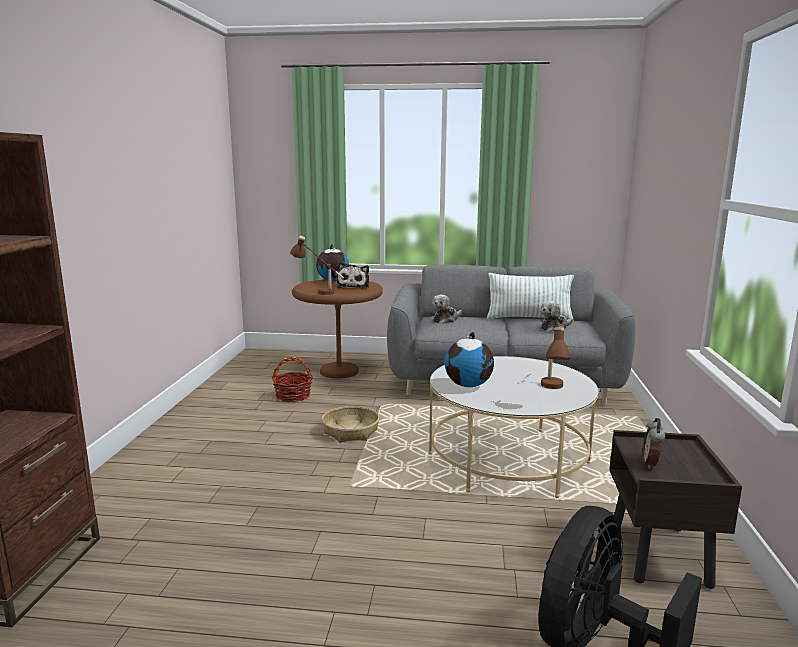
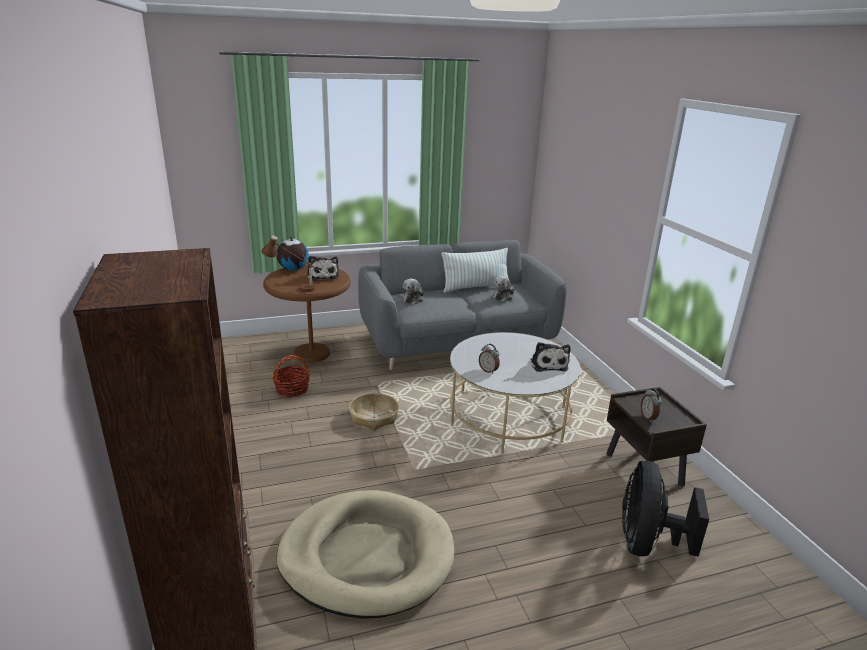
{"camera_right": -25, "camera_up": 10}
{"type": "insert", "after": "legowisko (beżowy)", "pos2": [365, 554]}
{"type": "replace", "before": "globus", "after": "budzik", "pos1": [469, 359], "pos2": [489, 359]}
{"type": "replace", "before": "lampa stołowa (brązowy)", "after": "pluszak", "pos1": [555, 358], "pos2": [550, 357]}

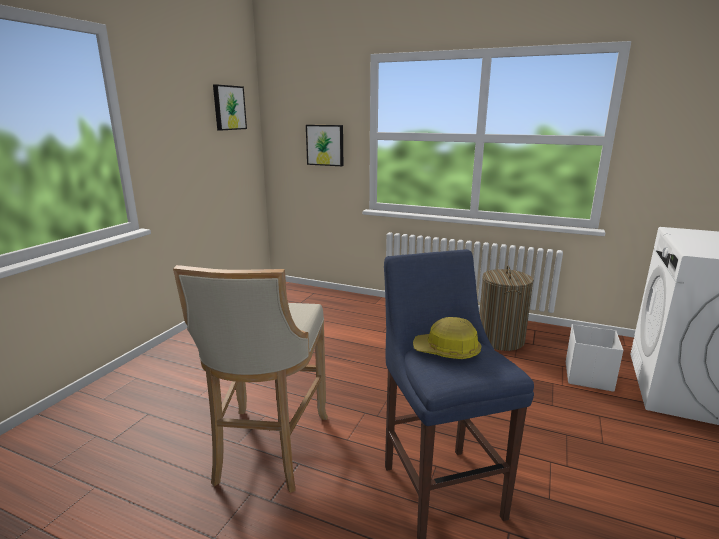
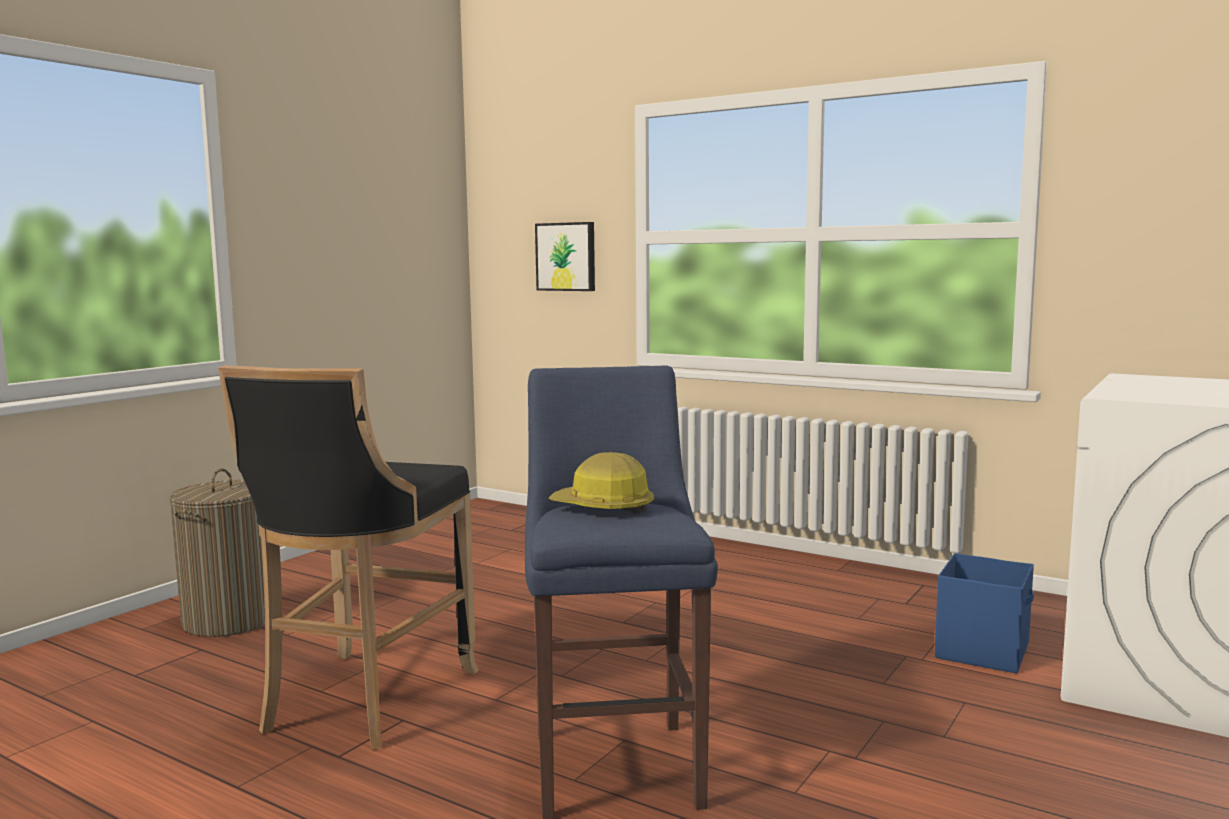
{"camera_right": 10, "camera_up": -10}
{"type": "move", "before": "kosz na pranie", "pos1": [506, 308], "pos2": [217, 552]}
{"type": "recolor", "before": "stołek (beżowy)", "after": "stołek (czarny)", "pos1": [250, 379], "pos2": [348, 557]}
{"type": "recolor", "before": "pojemnik do przechowywania (biały)", "after": "pojemnik do przechowywania (niebieski)", "pos1": [594, 358], "pos2": [984, 613]}
{"type": "delete", "before": "obraz", "pos1": [230, 107]}

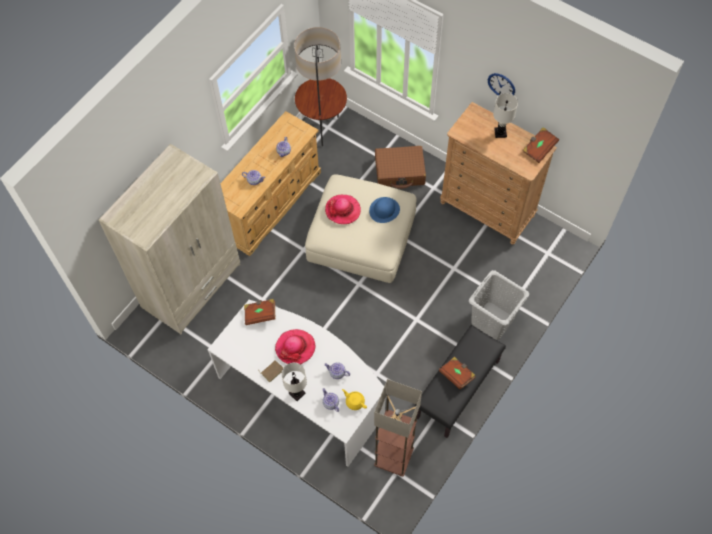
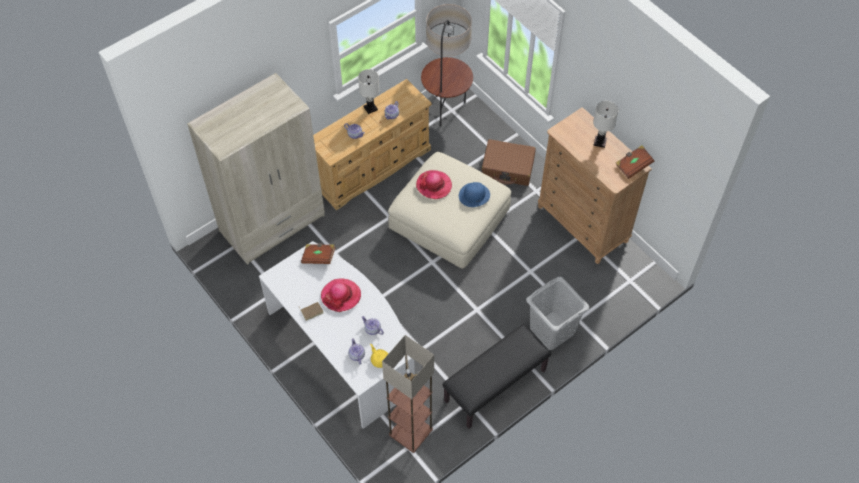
{"camera_right": 15, "camera_up": -5}
{"type": "move", "before": "lampa stołowa (biały)", "pos1": [294, 381], "pos2": [369, 91]}
{"type": "delete", "before": "książka (brązowy)", "pos1": [457, 373]}
{"type": "delete", "before": "zegar ścienny", "pos1": [501, 84]}

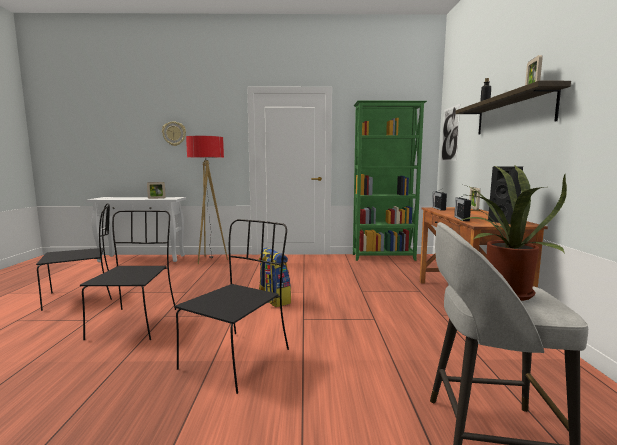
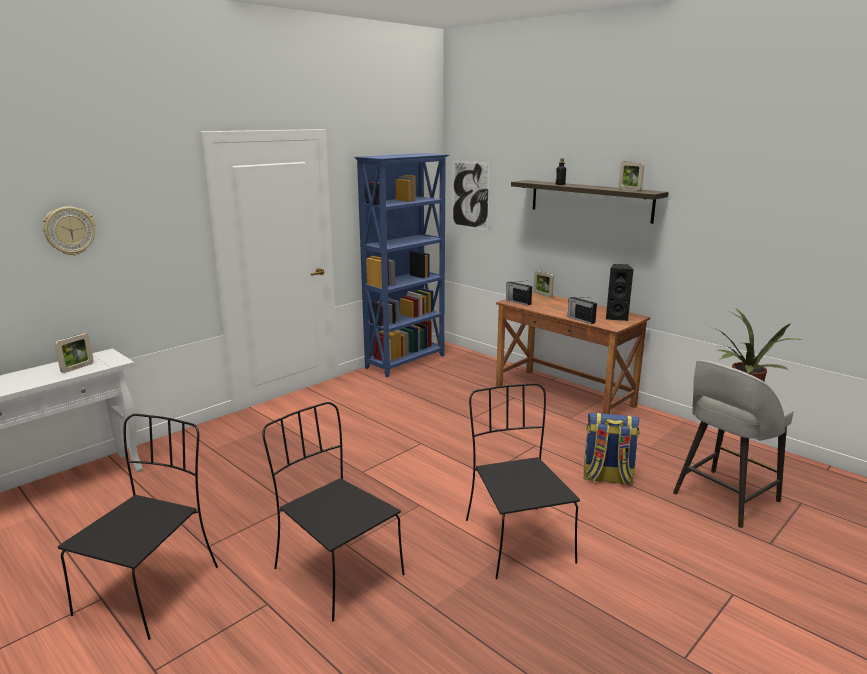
{"camera_right": -45, "camera_up": 10}
{"type": "recolor", "before": "regał (zielony)", "after": "regał (niebieski)", "pos1": [390, 181], "pos2": [401, 265]}
{"type": "move", "before": "plecak", "pos1": [275, 277], "pos2": [611, 449]}
{"type": "delete", "before": "lampa stojąca", "pos1": [207, 200]}

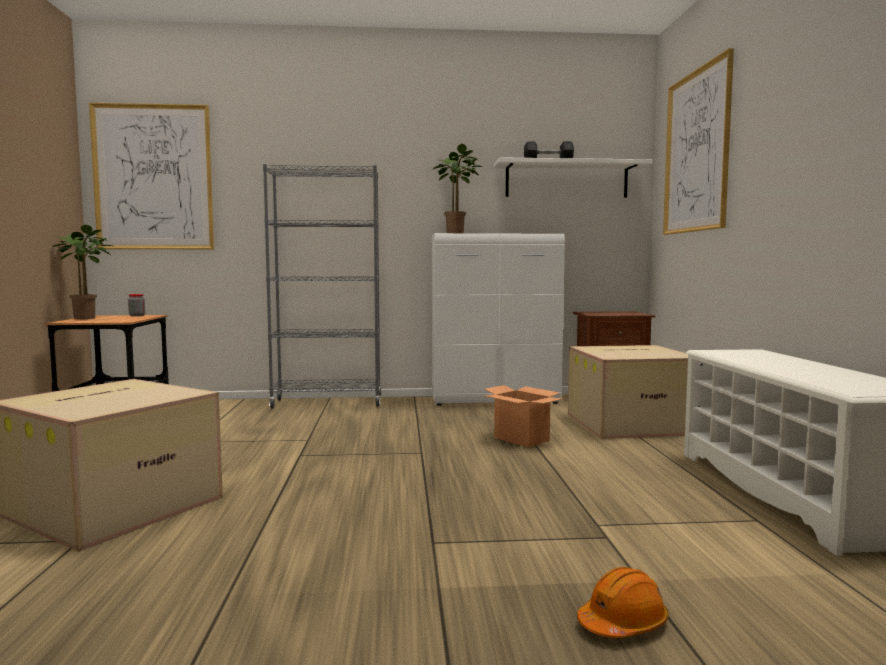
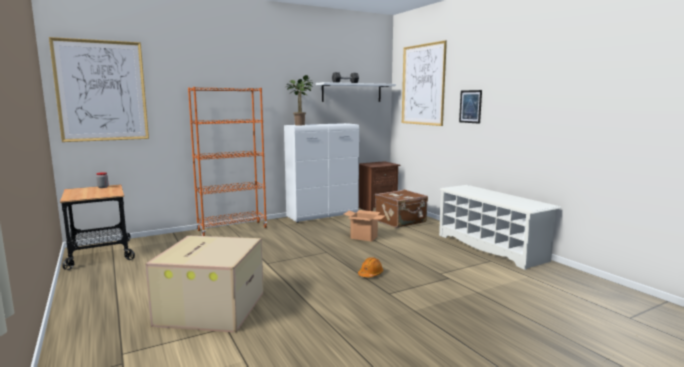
{"camera_right": -25, "camera_up": 5}
{"type": "recolor", "before": "regał (szary)", "after": "regał (pomarańczowy)", "pos1": [322, 286], "pos2": [227, 161]}
{"type": "move", "before": "kask (pomarańczowy)", "pos1": [623, 602], "pos2": [371, 267]}
{"type": "replace", "before": "karton", "after": "walizka (brązowy)", "pos1": [628, 392], "pos2": [401, 208]}
{"type": "insert", "after": "obraz", "pos2": [470, 107]}
{"type": "delete", "before": "roślina doniczkowa", "pos1": [82, 272]}

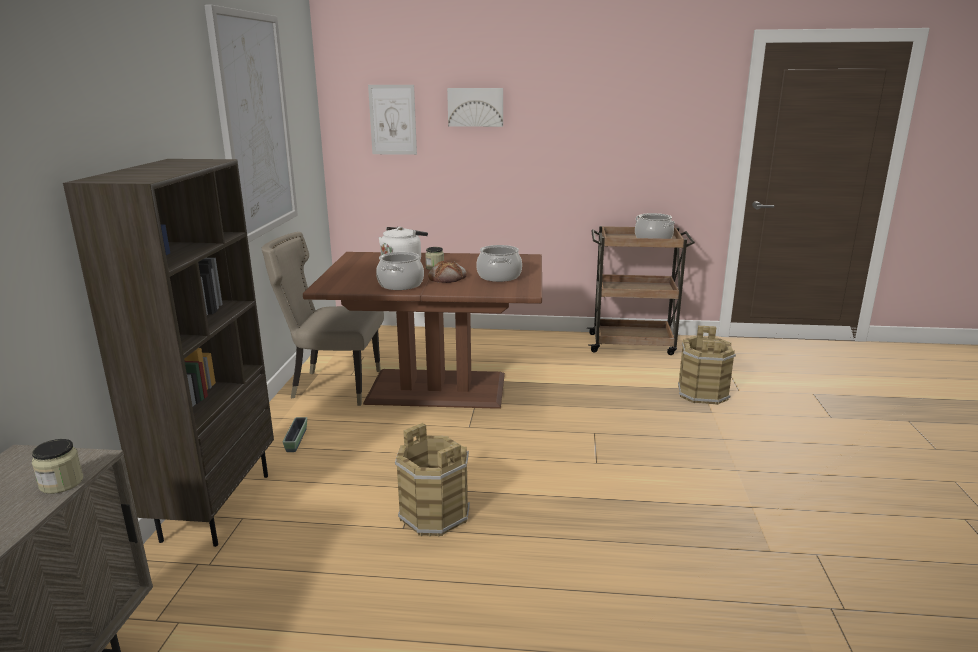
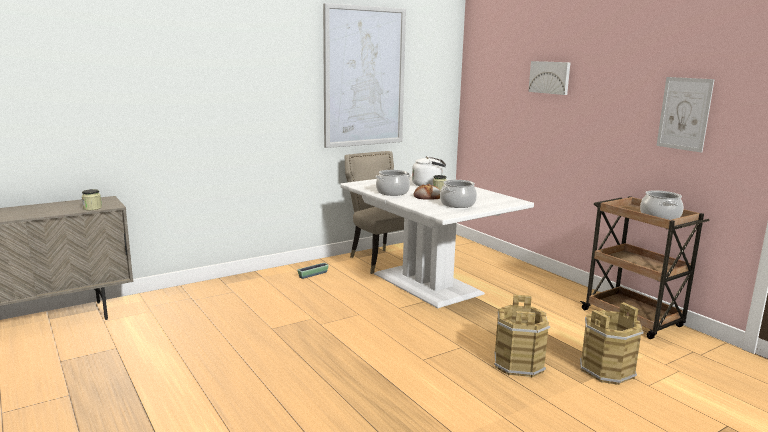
{"camera_right": 50, "camera_up": -5}
{"type": "recolor", "before": "stół jadalny (brązowy)", "after": "stół jadalny (biały)", "pos1": [422, 330], "pos2": [437, 241]}
{"type": "move", "before": "wiadro (brązowy)", "pos1": [432, 480], "pos2": [522, 336]}
{"type": "move", "before": "obraz", "pos1": [392, 120], "pos2": [686, 115]}
{"type": "delete", "before": "regał (brązowy)", "pos1": [168, 353]}

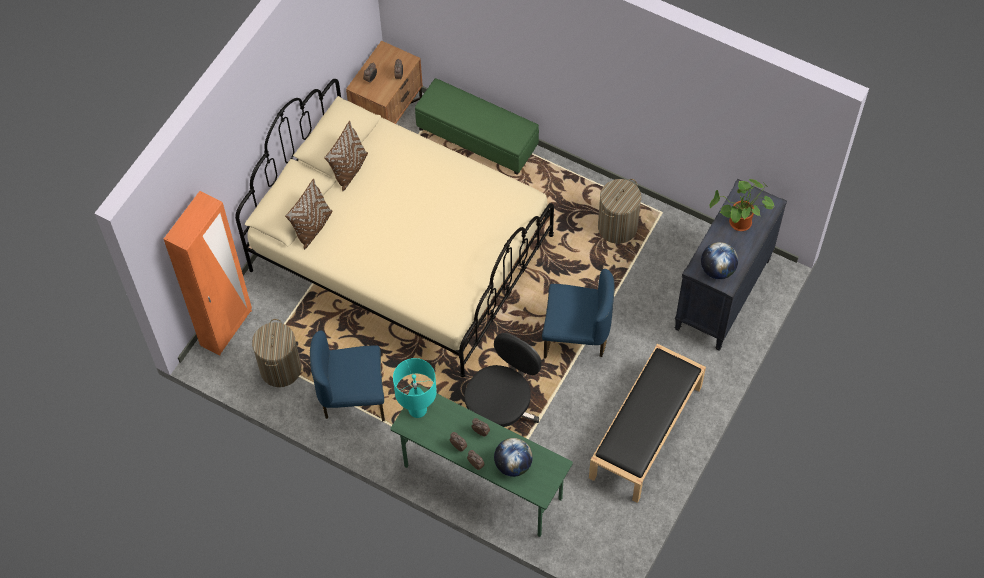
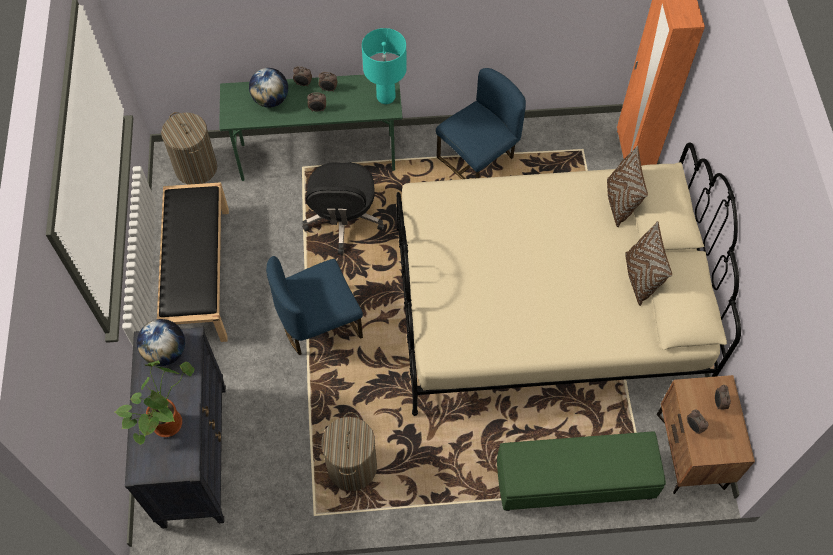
{"camera_right": 145, "camera_up": 0}
{"type": "move", "before": "kosz na pranie", "pos1": [276, 353], "pos2": [189, 148]}

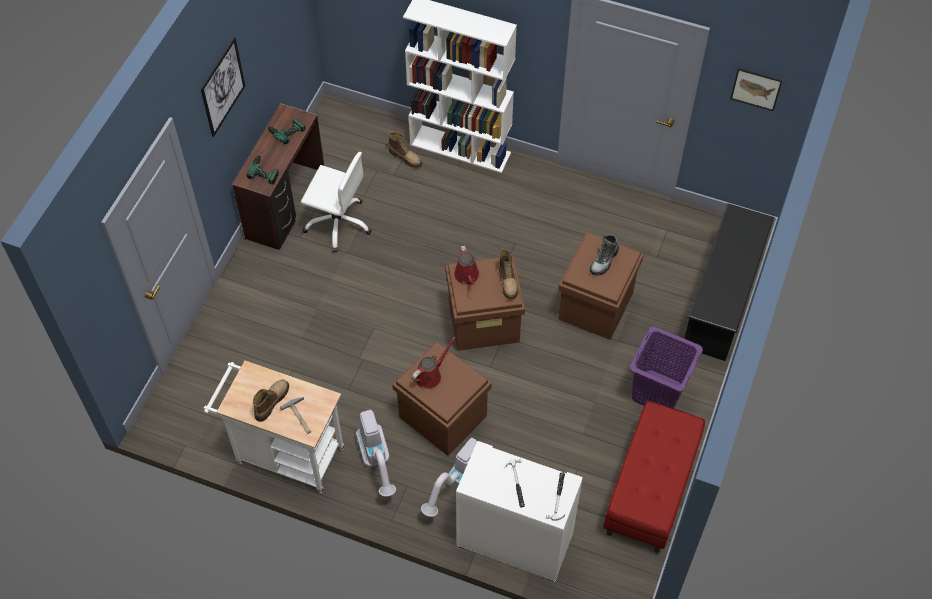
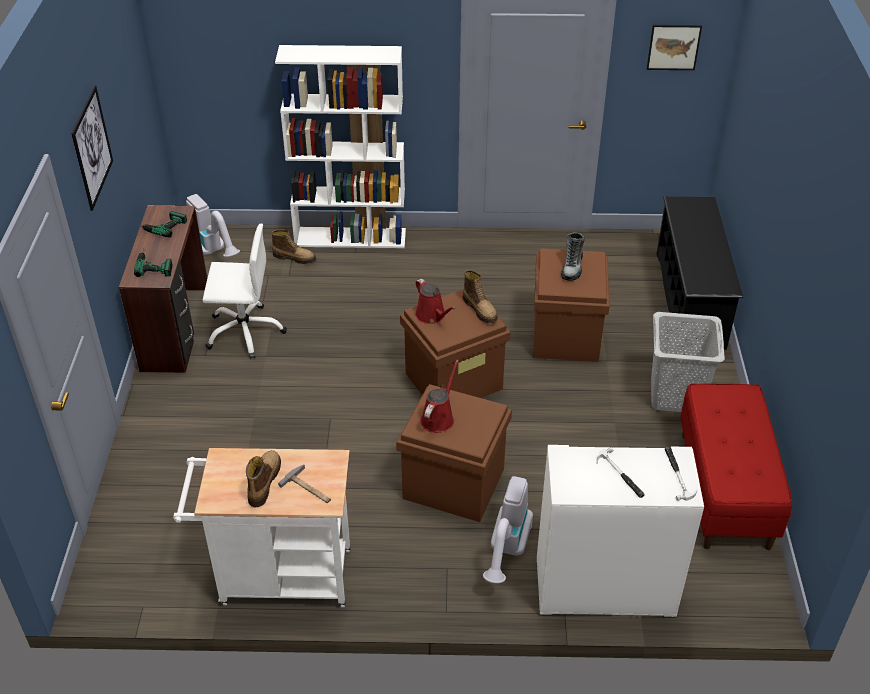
{"camera_right": -20, "camera_up": -15}
{"type": "move", "before": "odkurzacz", "pos1": [376, 453], "pos2": [213, 225]}
{"type": "recolor", "before": "kosz na pranie (fioletowy)", "after": "kosz na pranie (szary)", "pos1": [666, 367], "pos2": [688, 362]}

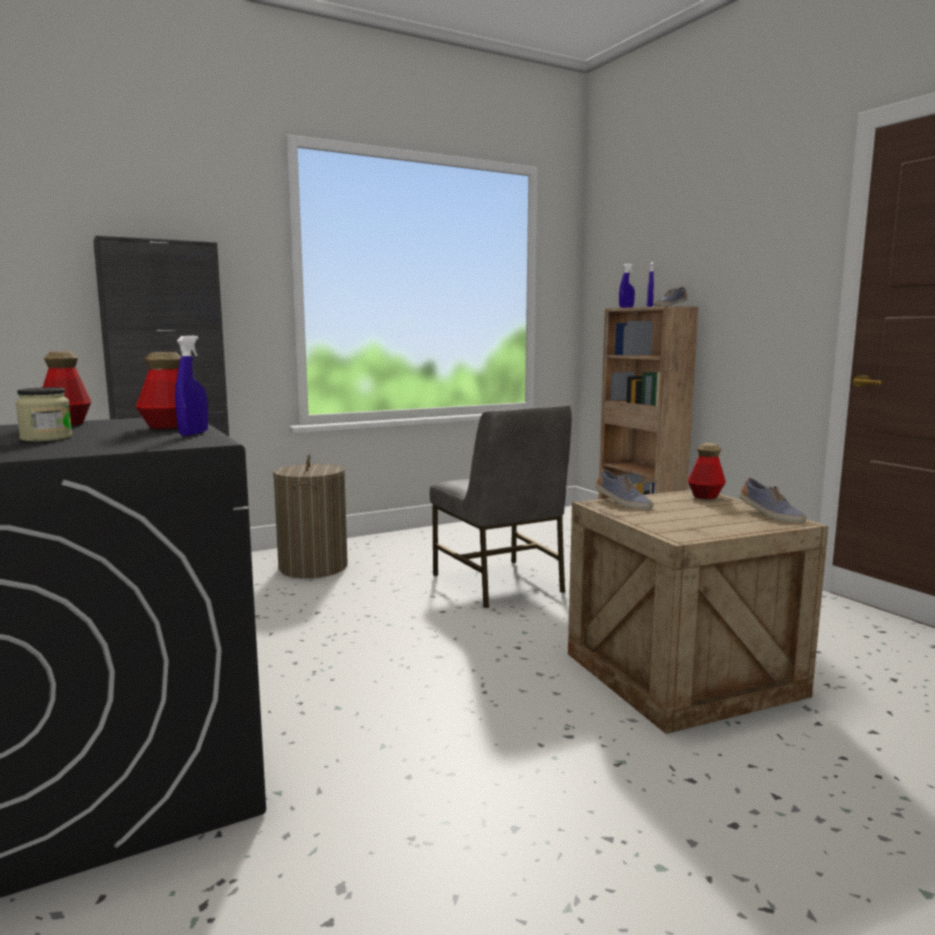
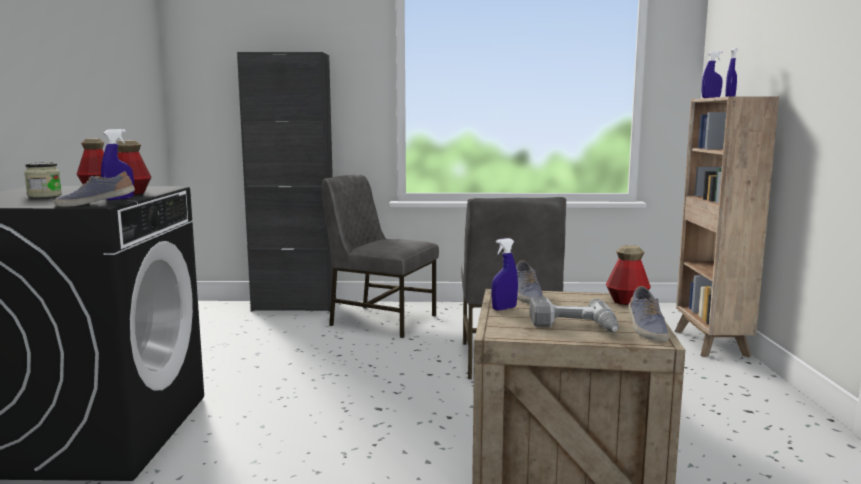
{"camera_right": 30, "camera_up": 0}
{"type": "move", "before": "but", "pos1": [670, 296], "pos2": [94, 189]}
{"type": "replace", "before": "kosz na pranie", "after": "krzesło (szary)", "pos1": [310, 516], "pos2": [380, 256]}
{"type": "insert", "after": "spryskiwacz (niebieski)", "pos2": [504, 274]}
{"type": "insert", "after": "wiertarka", "pos2": [574, 314]}

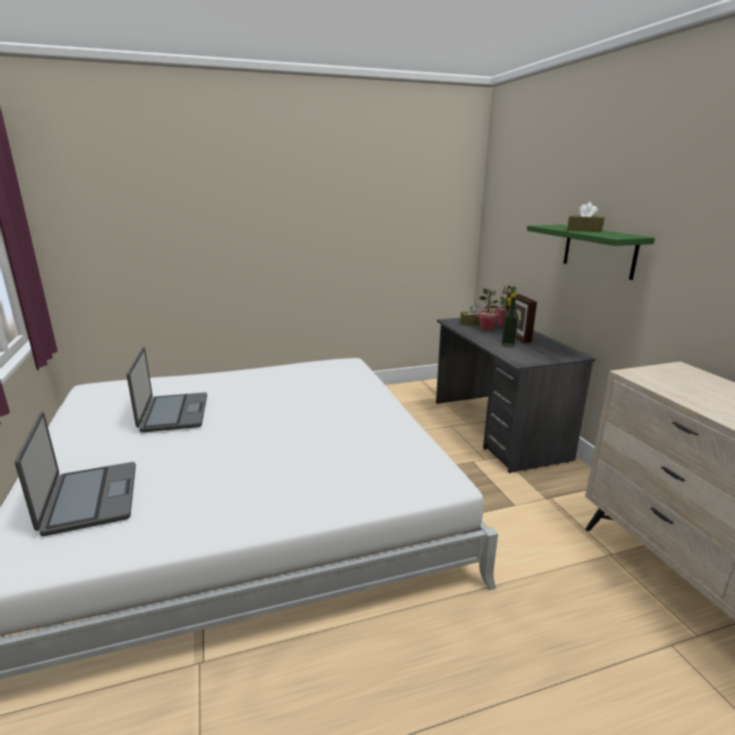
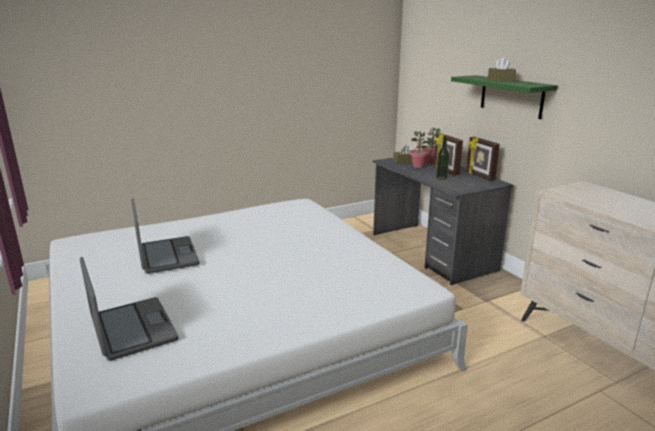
{"camera_right": -10, "camera_up": 0}
{"type": "insert", "after": "ramka na zdjęcie", "pos2": [483, 158]}

